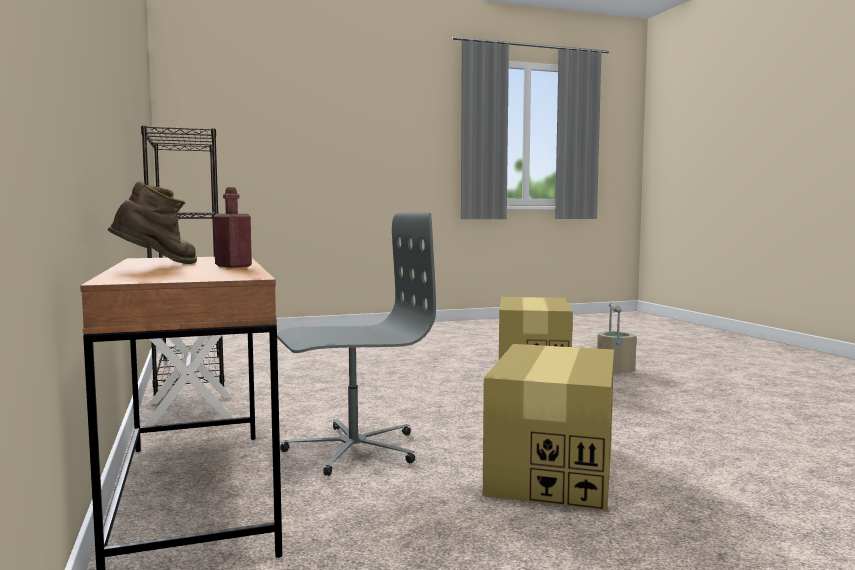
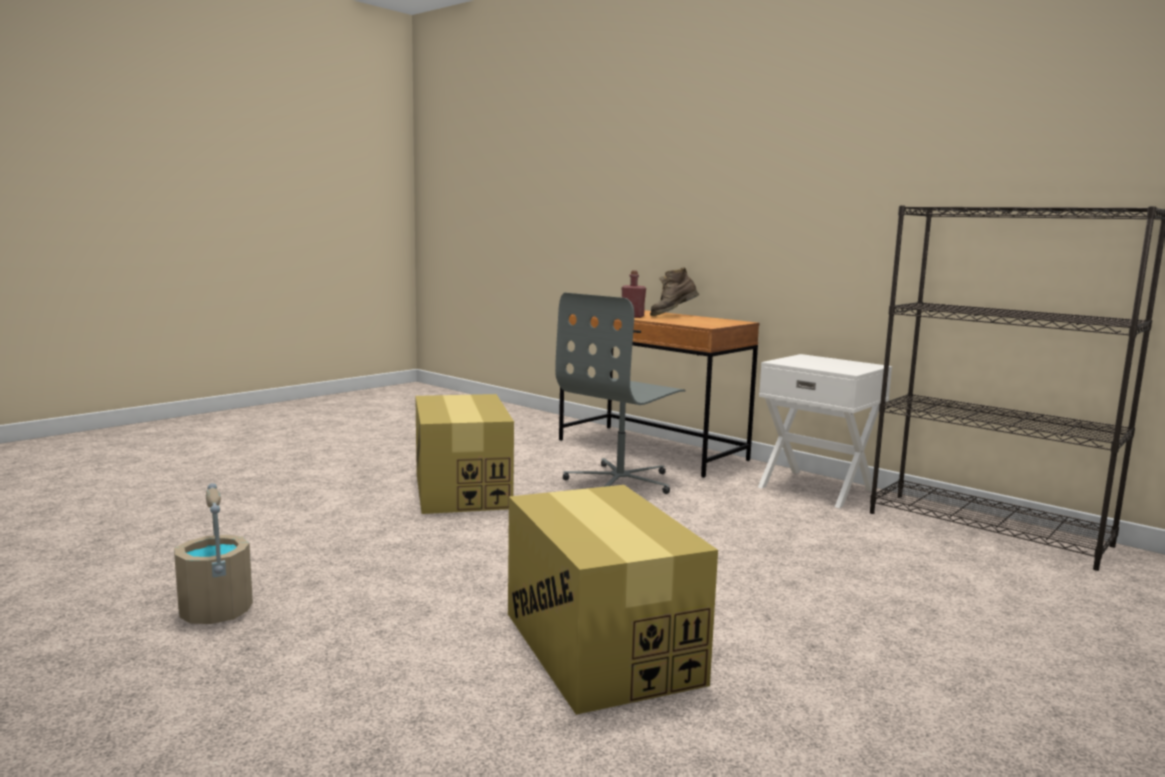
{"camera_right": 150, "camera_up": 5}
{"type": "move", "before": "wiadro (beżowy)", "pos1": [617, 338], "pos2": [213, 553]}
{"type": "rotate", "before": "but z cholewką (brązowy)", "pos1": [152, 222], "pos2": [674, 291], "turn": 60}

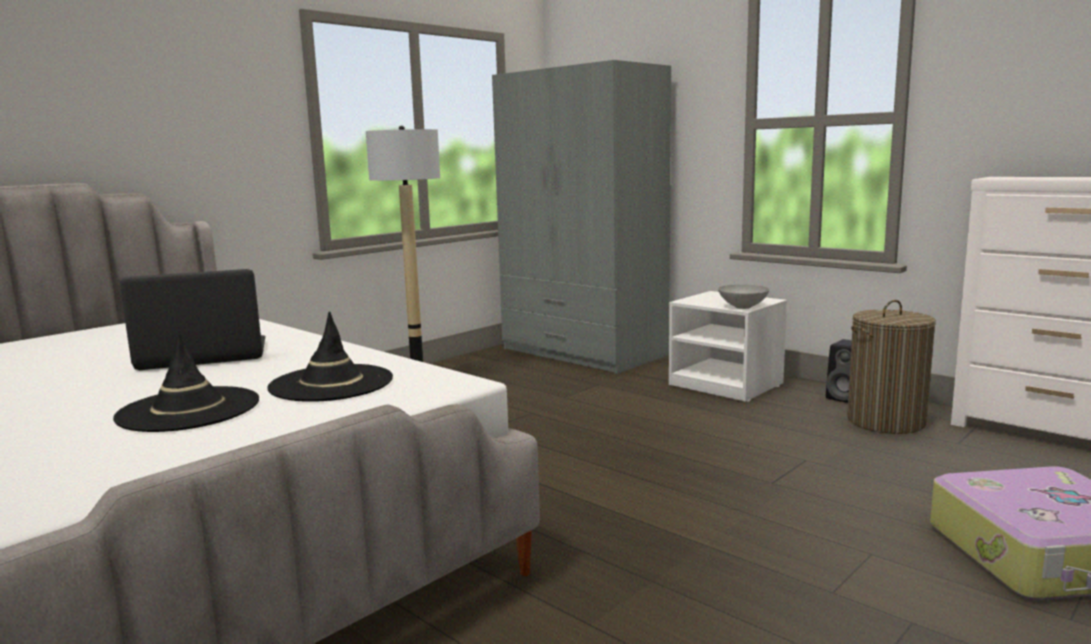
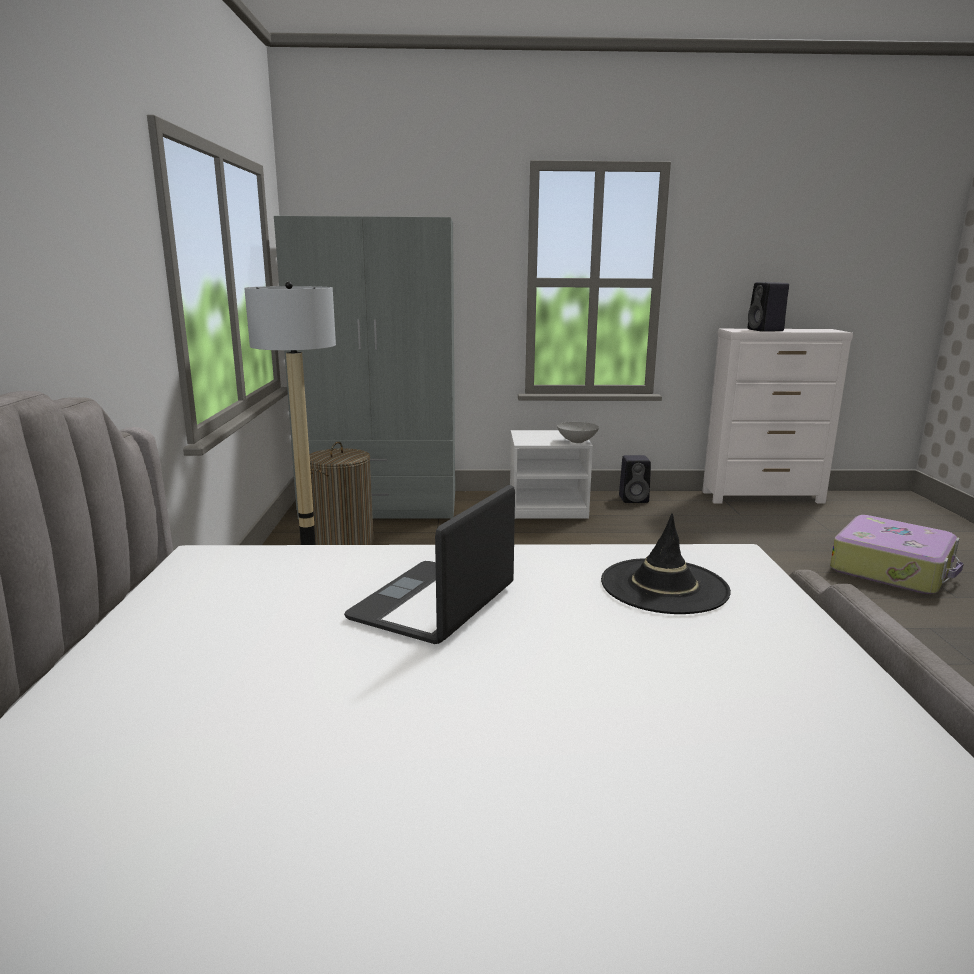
{"camera_right": -45, "camera_up": 5}
{"type": "move", "before": "kosz na pranie", "pos1": [891, 367], "pos2": [341, 493]}
{"type": "insert", "after": "głośnik (czarny)", "pos2": [768, 307]}
{"type": "delete", "before": "kapelusz (czarny)", "pos1": [186, 381]}

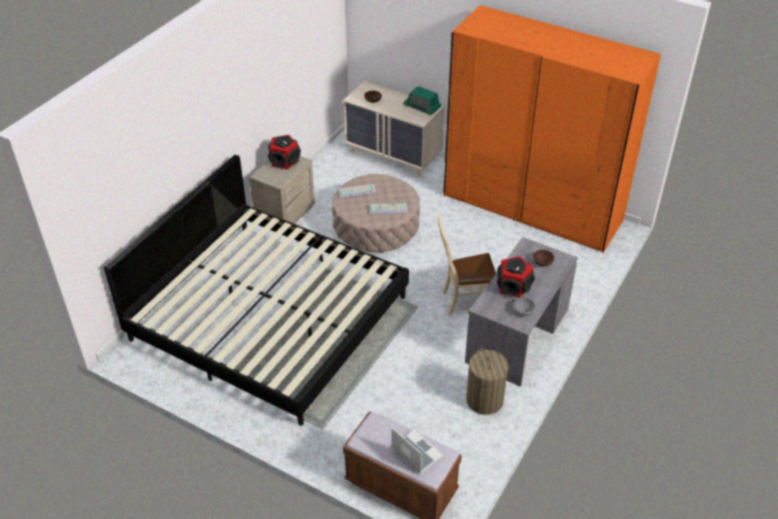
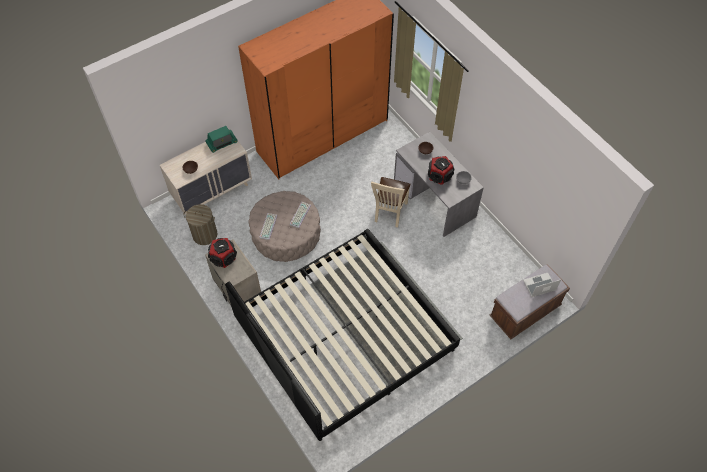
{"camera_right": -65, "camera_up": 15}
{"type": "move", "before": "kosz na pranie", "pos1": [487, 381], "pos2": [200, 224]}

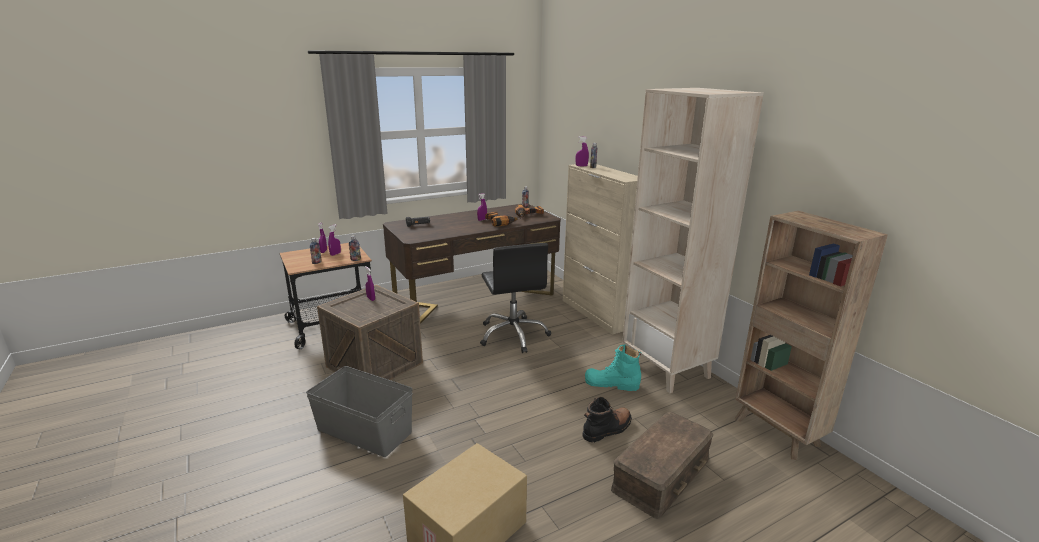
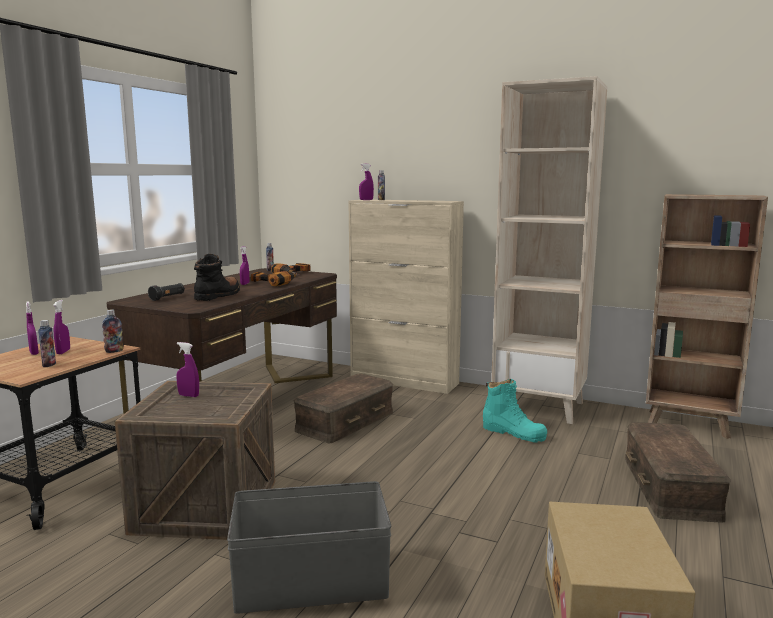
{"camera_right": -35, "camera_up": -10}
{"type": "move", "before": "but z cholewką (czarny)", "pos1": [607, 420], "pos2": [217, 277]}
{"type": "replace", "before": "krzesło biurowe (czarny)", "after": "pojemnik do przechowywania (brązowy)", "pos1": [515, 298], "pos2": [343, 408]}
{"type": "rotate", "before": "but z cholewką (turkusowy)", "pos1": [613, 367], "pos2": [515, 410], "turn": -120}

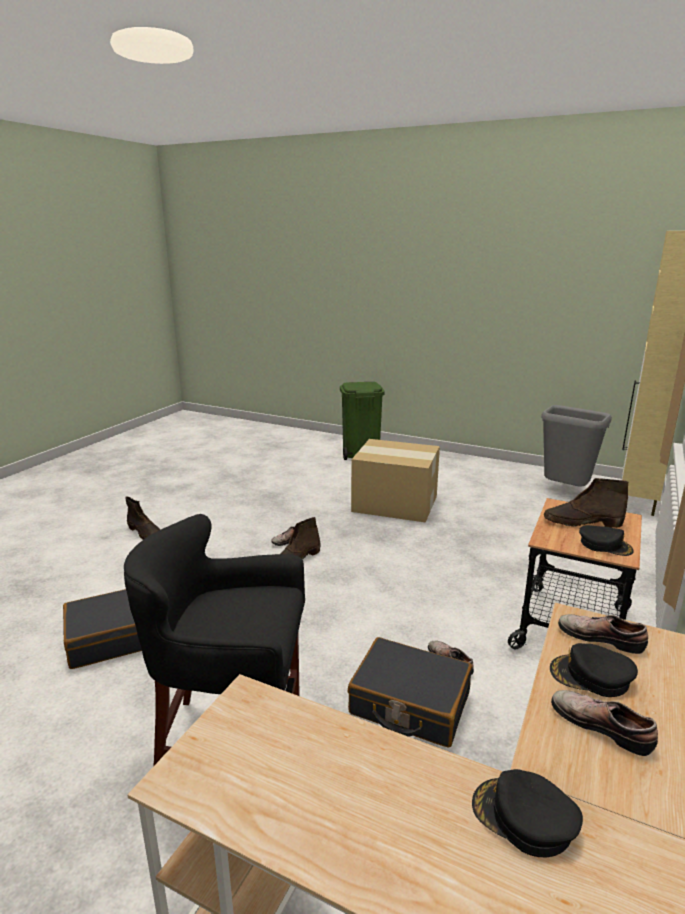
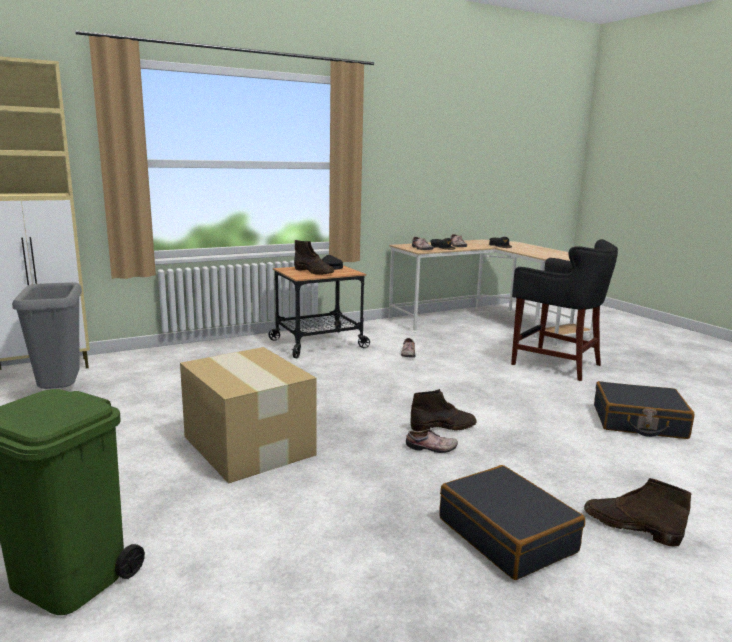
{"camera_right": -145, "camera_up": -5}
{"type": "move", "before": "walizka (czarny)", "pos1": [410, 692], "pos2": [512, 522]}
{"type": "rotate", "before": "but z cholewką (brązowy)", "pos1": [143, 518], "pos2": [638, 512], "turn": -45}

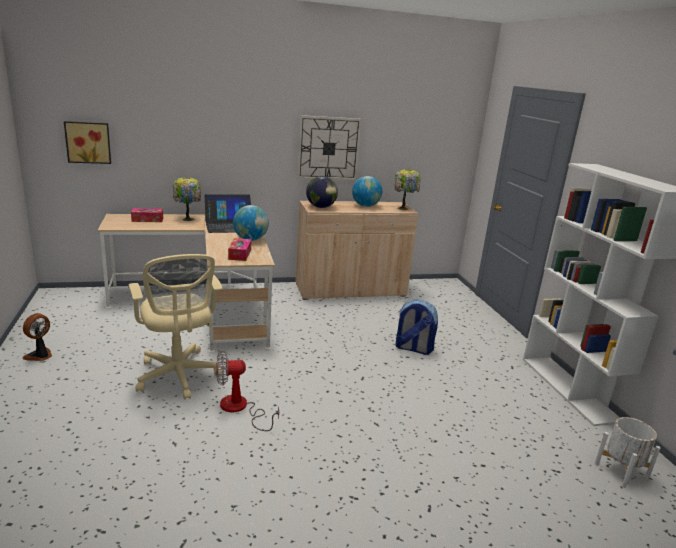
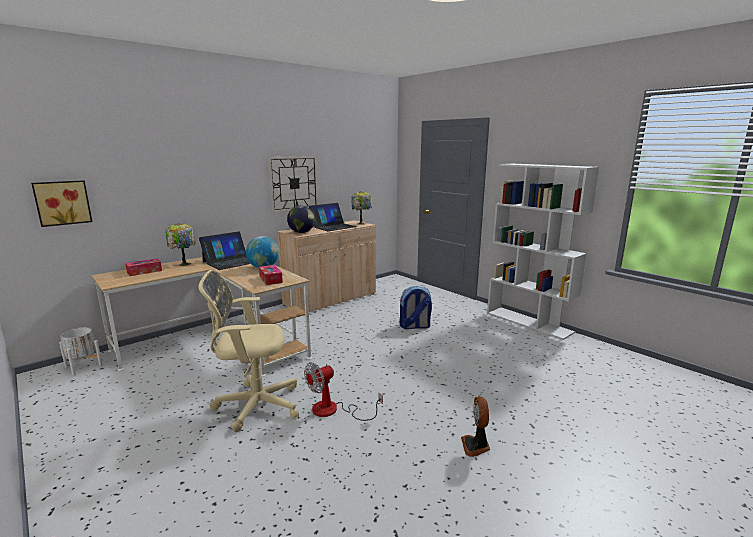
{"camera_right": -25, "camera_up": -5}
{"type": "move", "before": "donica (biały)", "pos1": [628, 452], "pos2": [81, 351]}
{"type": "rotate", "before": "krzesło biurowe (beżowy)", "pos1": [176, 327], "pos2": [248, 351], "turn": 135}
{"type": "replace", "before": "globus", "after": "laptop", "pos1": [367, 191], "pos2": [333, 217]}
{"type": "move", "before": "wentylator", "pos1": [37, 337], "pos2": [475, 426]}

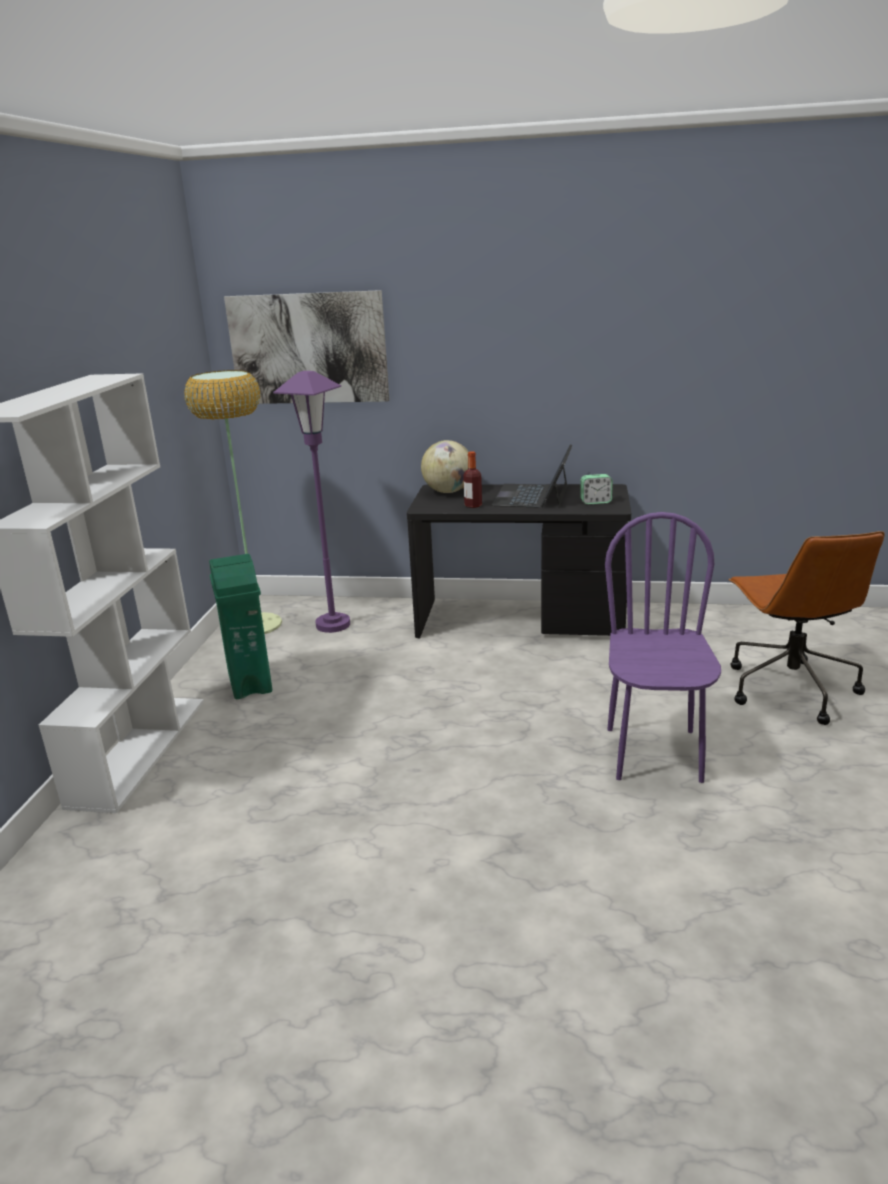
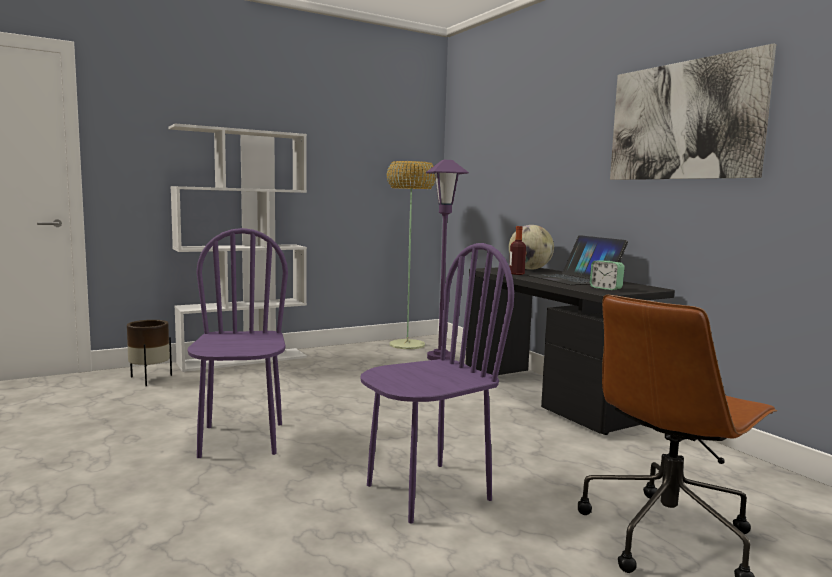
{"camera_right": 50, "camera_up": -15}
{"type": "insert", "after": "donica (brązowy)", "pos2": [149, 353]}
{"type": "insert", "after": "krzesło (fioletowy)", "pos2": [238, 343]}
{"type": "rotate", "before": "laptop", "pos1": [532, 476], "pos2": [577, 260], "turn": -90}
{"type": "move", "before": "obraz", "pos1": [306, 347], "pos2": [693, 111]}
{"type": "delete", "before": "kosz na śmieci (zielony)", "pos1": [240, 626]}

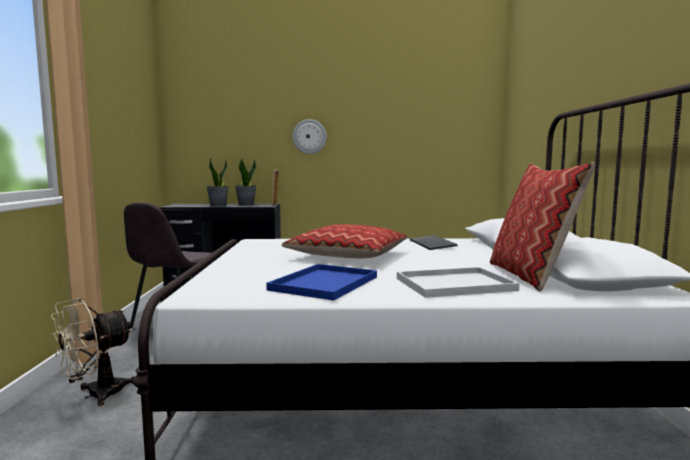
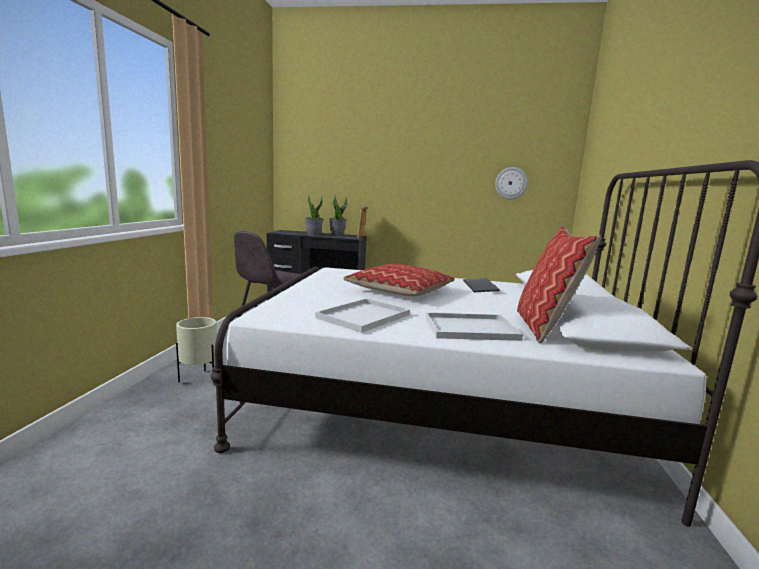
{"camera_right": 10, "camera_up": 5}
{"type": "replace", "before": "wentylator (beżowy)", "after": "donica (beżowy)", "pos1": [93, 352], "pos2": [196, 350]}
{"type": "recolor", "before": "taca (niebieski)", "after": "taca (biały)", "pos1": [321, 282], "pos2": [362, 315]}
{"type": "move", "before": "zegar ścienny", "pos1": [309, 136], "pos2": [511, 183]}

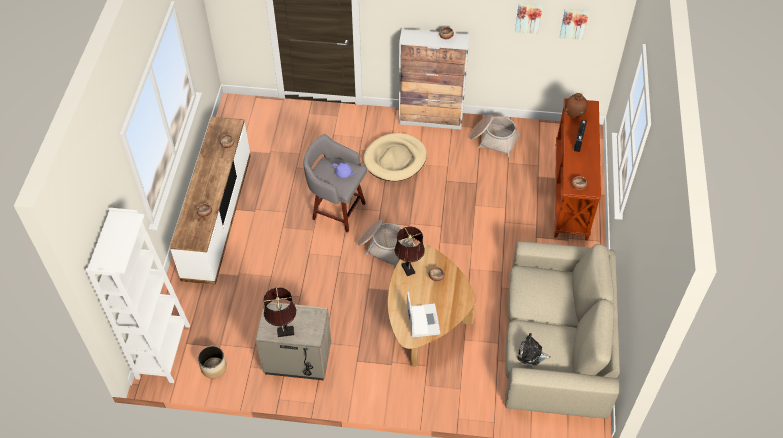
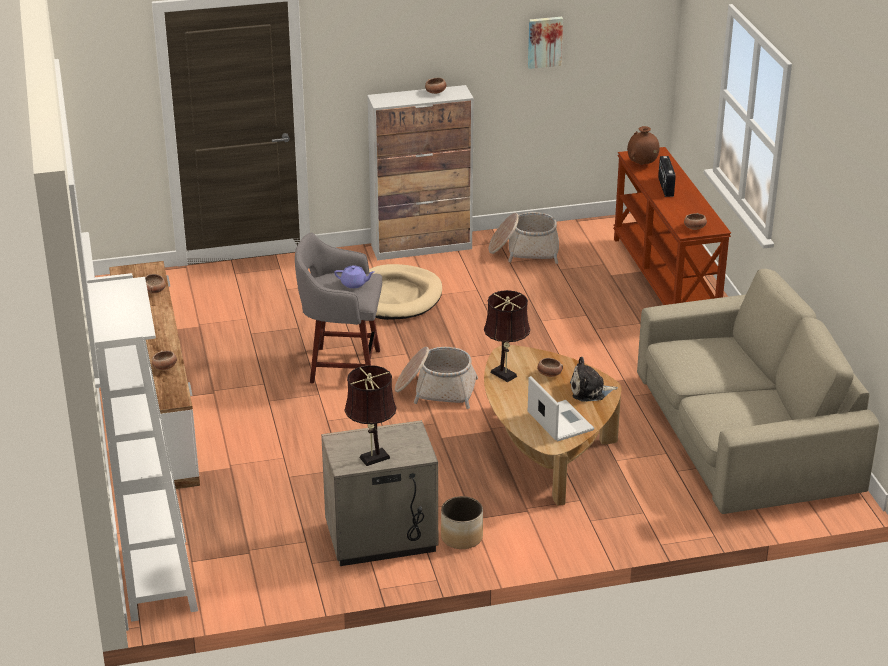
{"camera_right": -20, "camera_up": -20}
{"type": "move", "before": "donica", "pos1": [212, 362], "pos2": [462, 522]}
{"type": "move", "before": "pluszak", "pos1": [534, 349], "pos2": [594, 379]}
{"type": "delete", "before": "obraz", "pos1": [574, 24]}

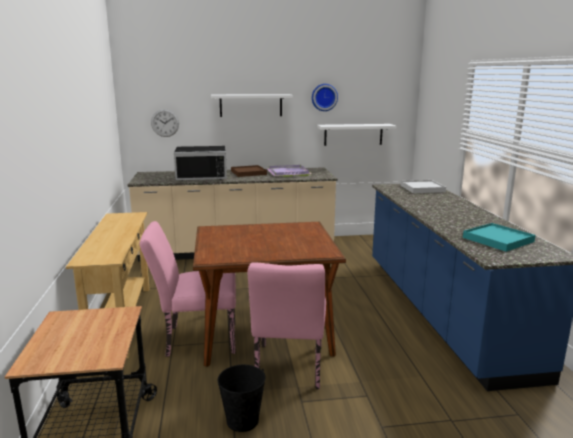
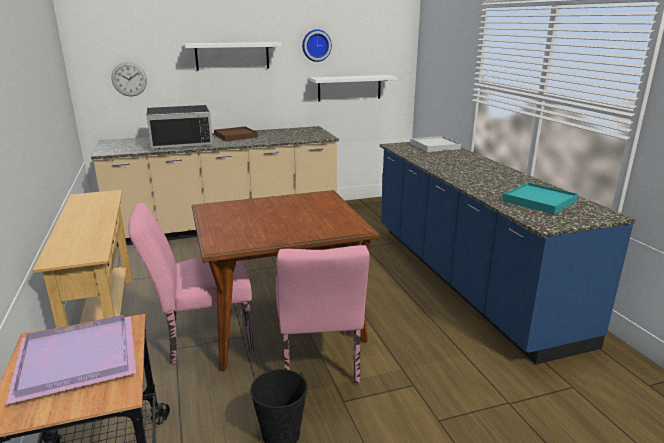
{"camera_right": -10, "camera_up": 5}
{"type": "move", "before": "taca (fioletowy)", "pos1": [289, 171], "pos2": [71, 360]}

